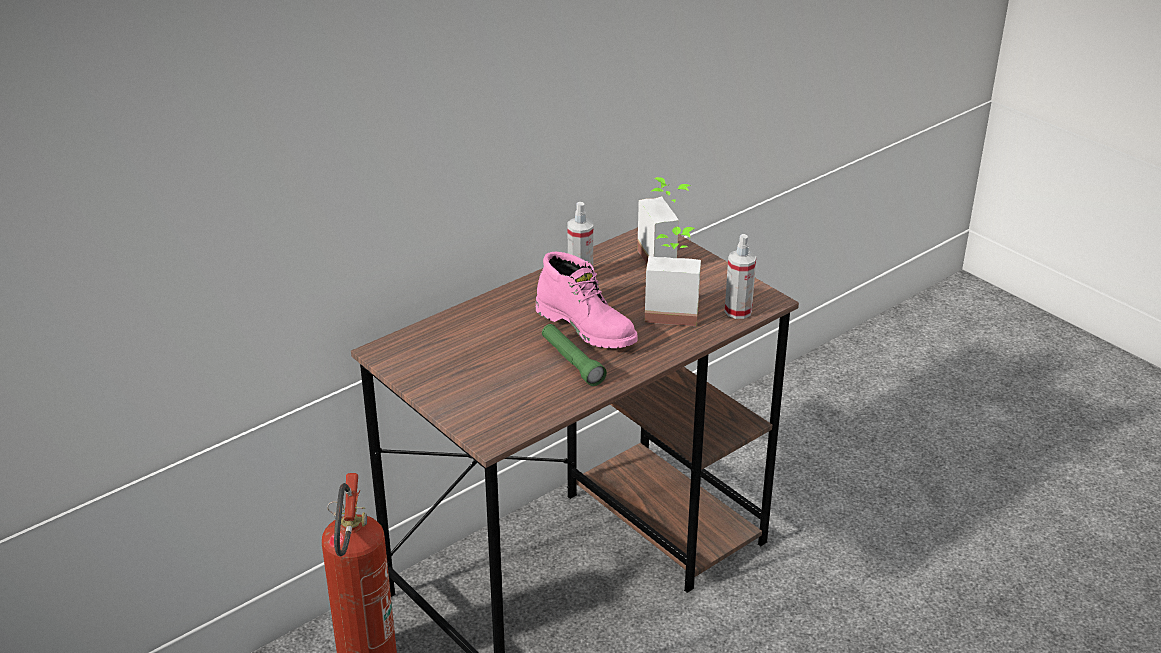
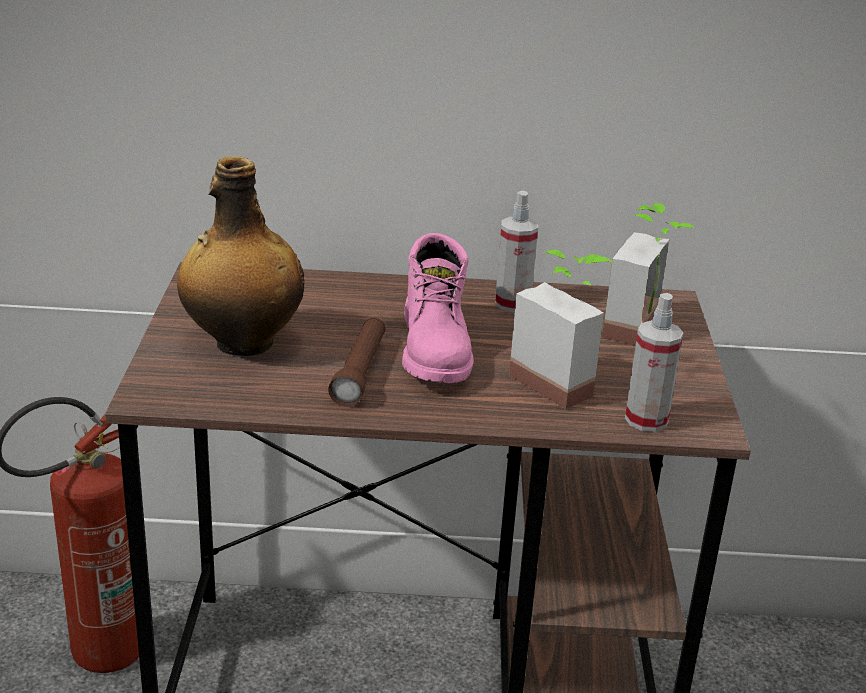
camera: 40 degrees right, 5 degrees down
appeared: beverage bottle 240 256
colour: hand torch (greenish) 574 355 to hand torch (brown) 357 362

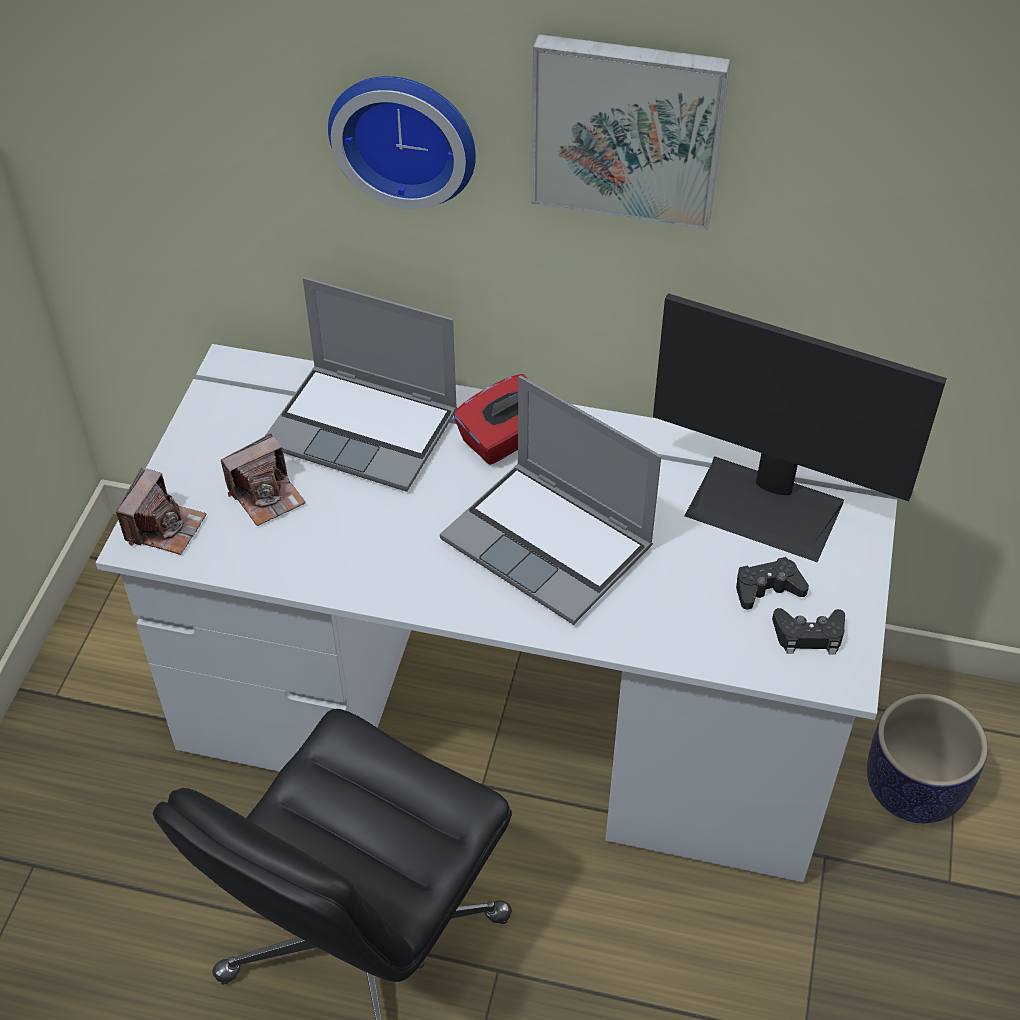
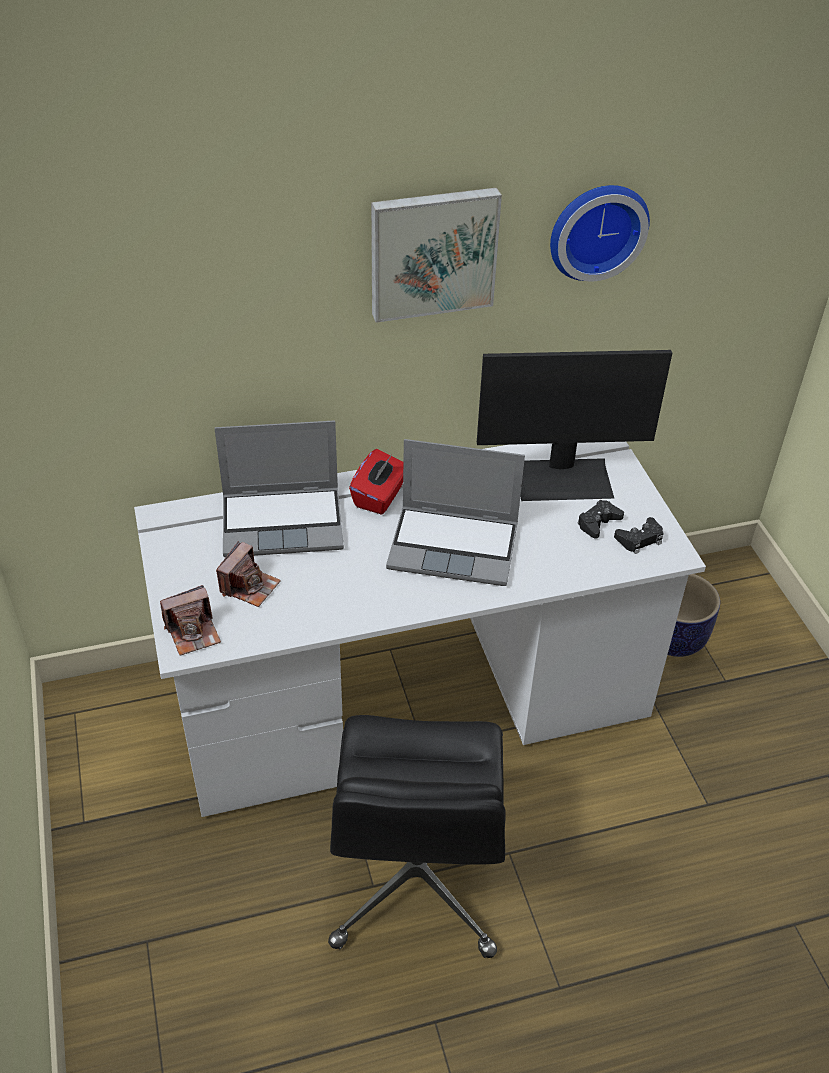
camera: 30 degrees left, 5 degrees down
relocated: clock on the wall 402 142 to 600 233
spun: still camera 161 511 = 190 620 75 degrees clockwise

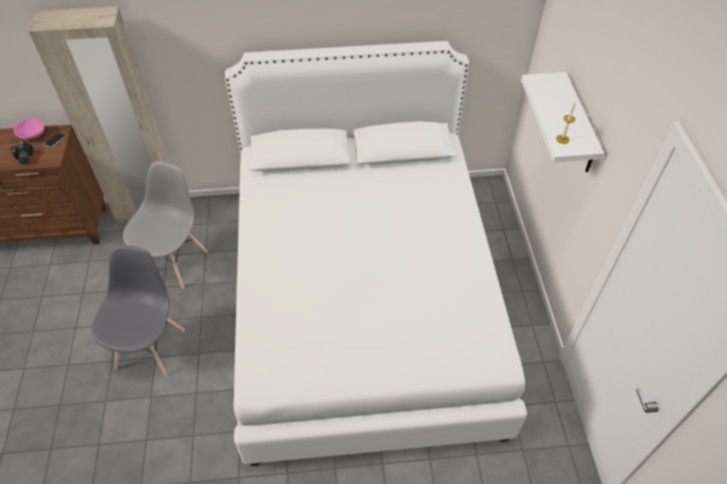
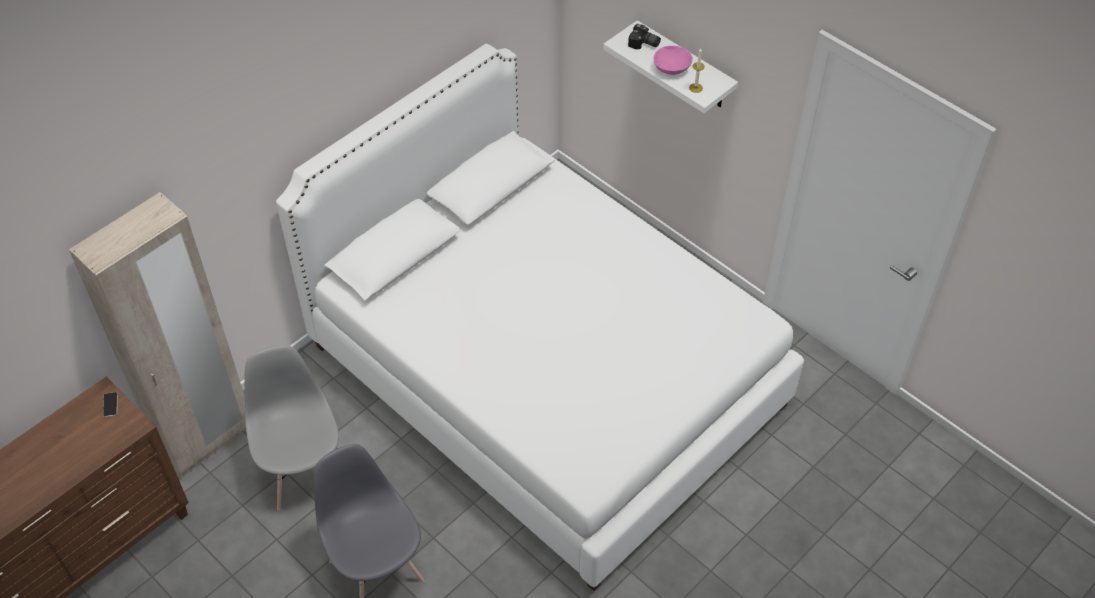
camera: 40 degrees left, 0 degrees up
relocated: deep dish (pinkish) 29 129 to 673 60; still camera 22 153 to 644 36

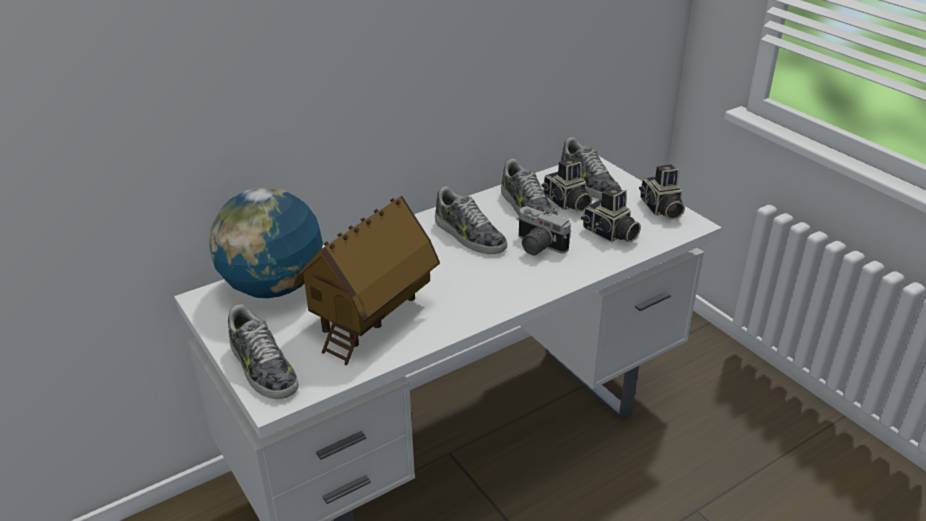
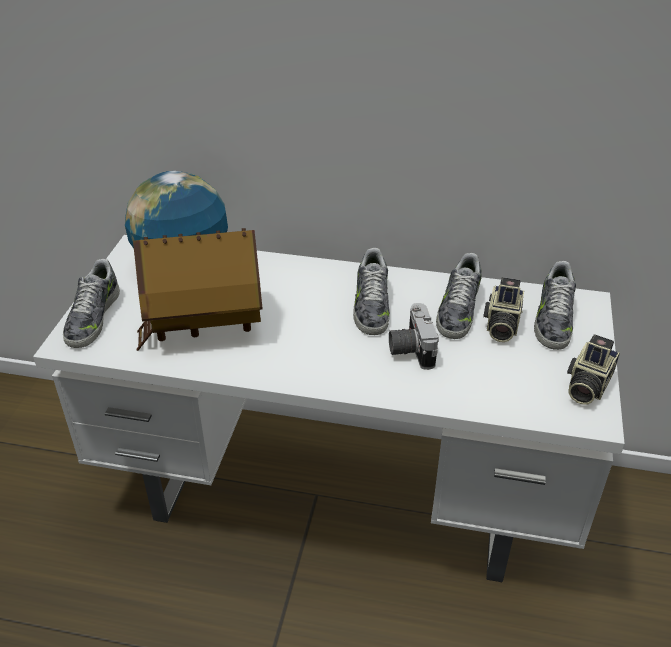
camera: 45 degrees right, 5 degrees up
missing: still camera 611 214

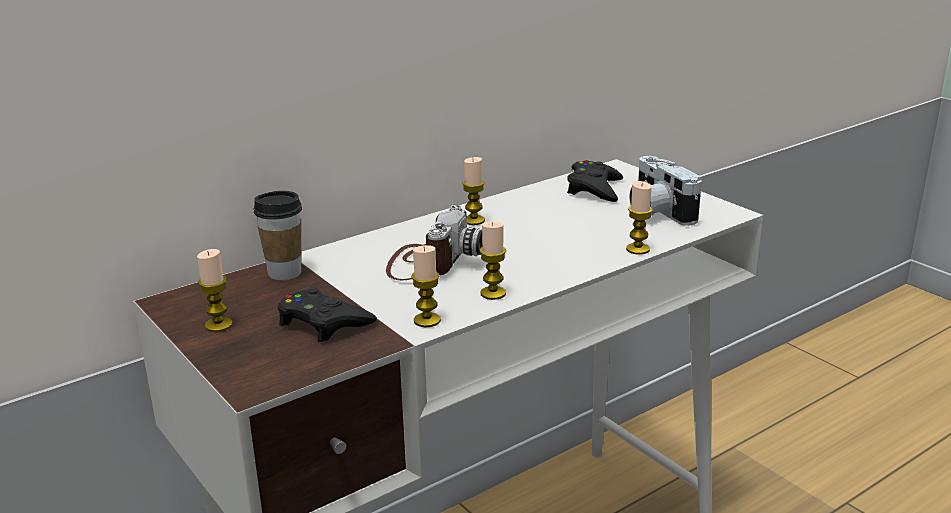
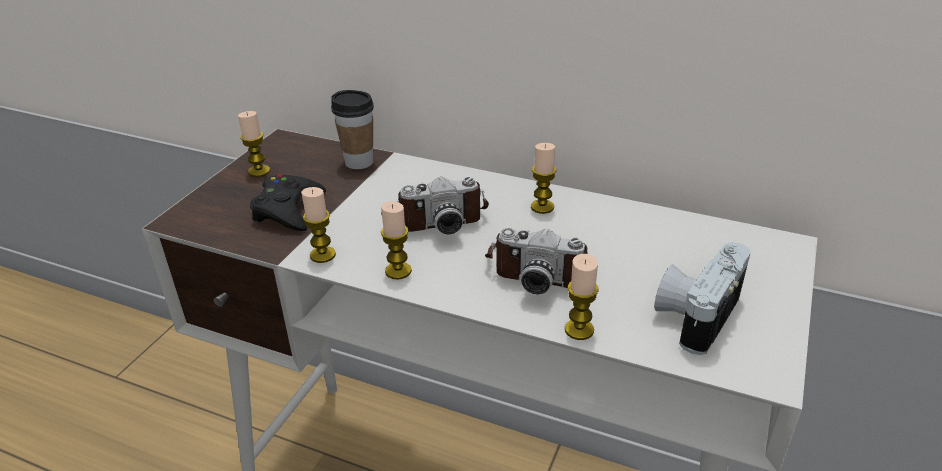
camera: 60 degrees right, 10 degrees up
missing: joypad (black) 595 181
appeared: still camera 536 261

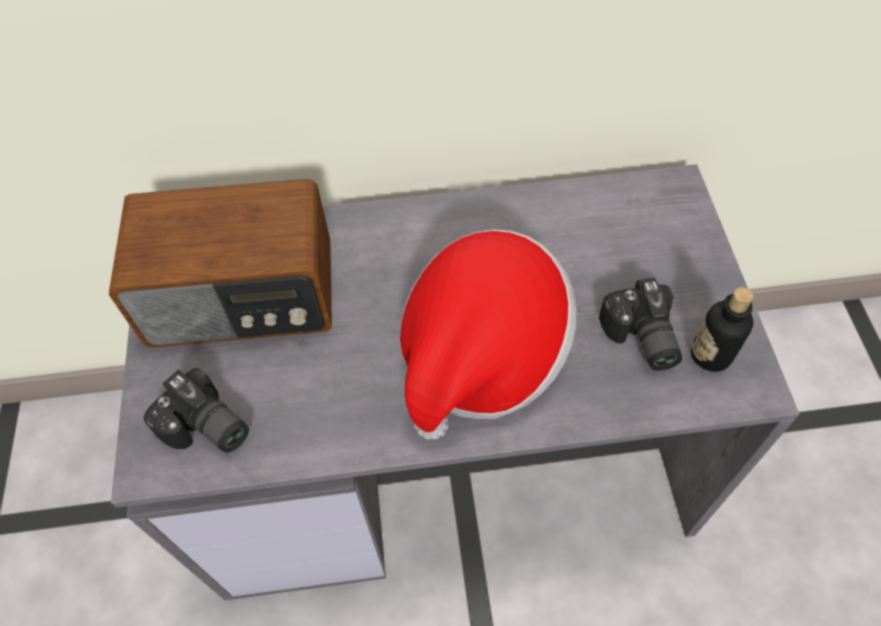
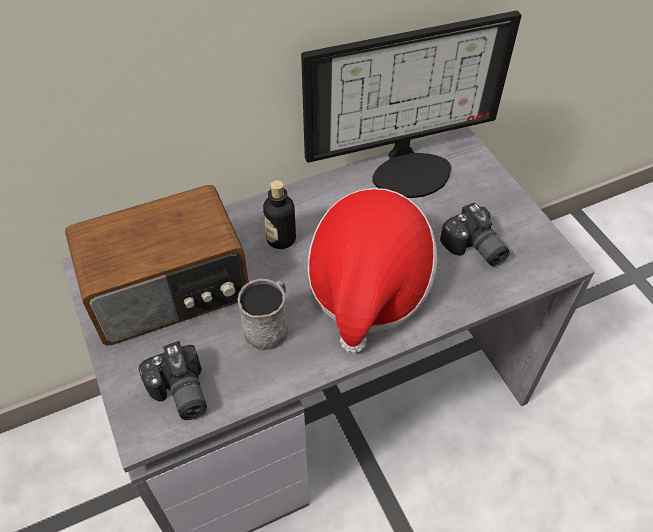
camera: 20 degrees left, 5 degrees down
appeared: computer screen 411 104; tea mug (gray) 262 314
relocated: beverage bottle 722 329 to 279 214
spun: still camera 196 410 = 173 380 45 degrees clockwise

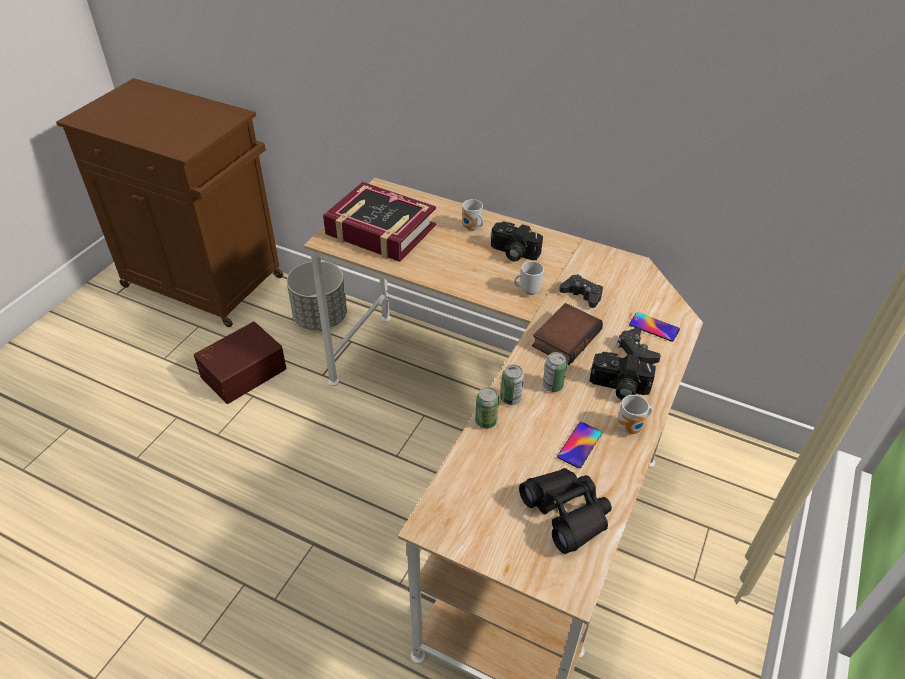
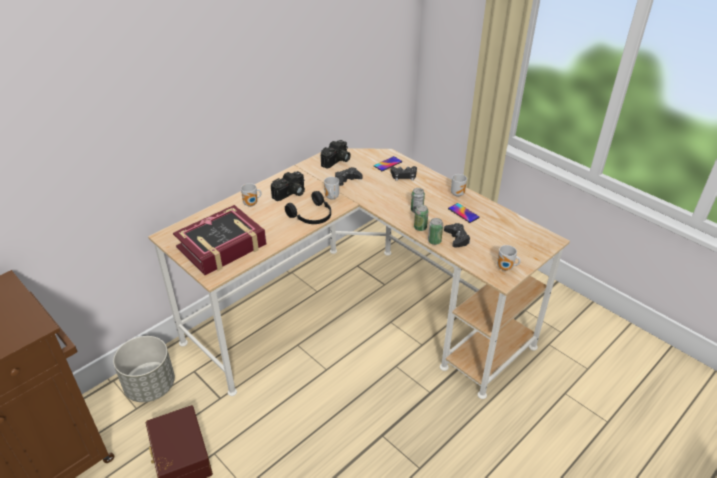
camera: 70 degrees left, 5 degrees down
missing: bound book 567 334; field glasses (black) 565 511
appeared: headphones (black) 308 207; joypad (black) 457 235; tea mug 509 258
relocated: still camera 622 376 to 336 154

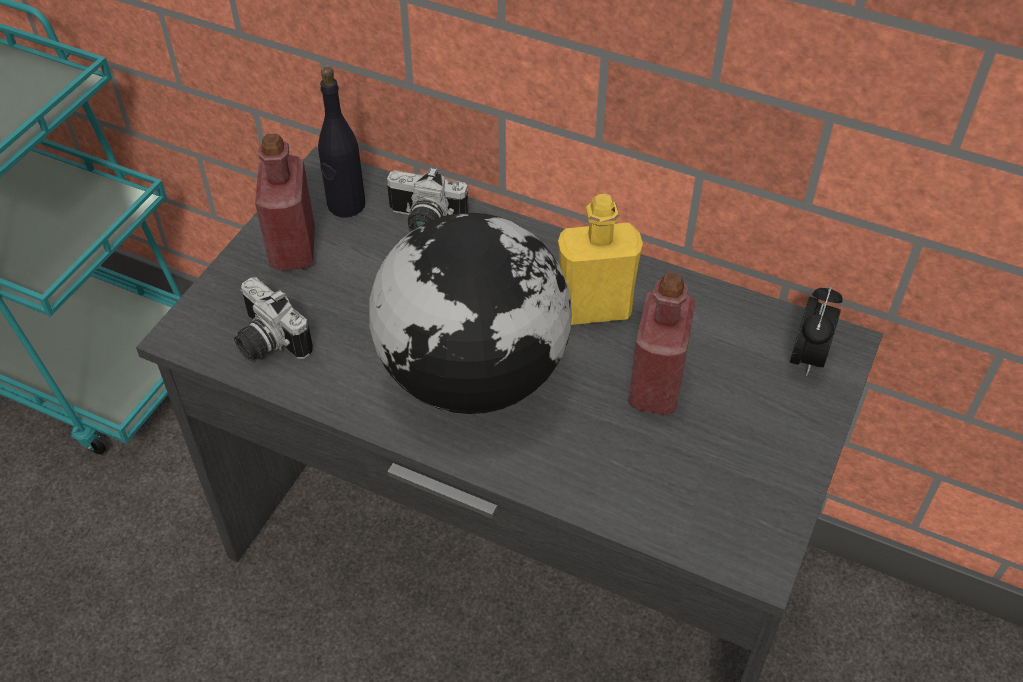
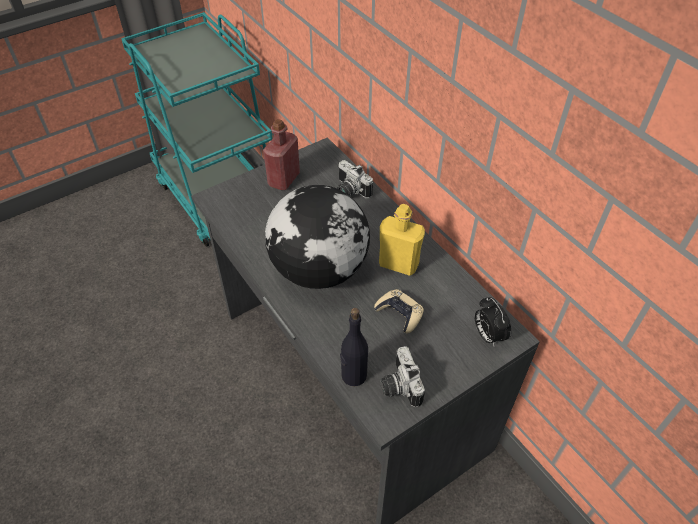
camera: 30 degrees right, 0 degrees up
relocated: beverage bottle (black) 341 142 to 354 347; still camera 273 319 to 402 376
exchanged: beverage bottle (red-coloured) 662 343 to joypad (beige) 399 311
spun: alarm clock 816 331 = 493 321 105 degrees clockwise

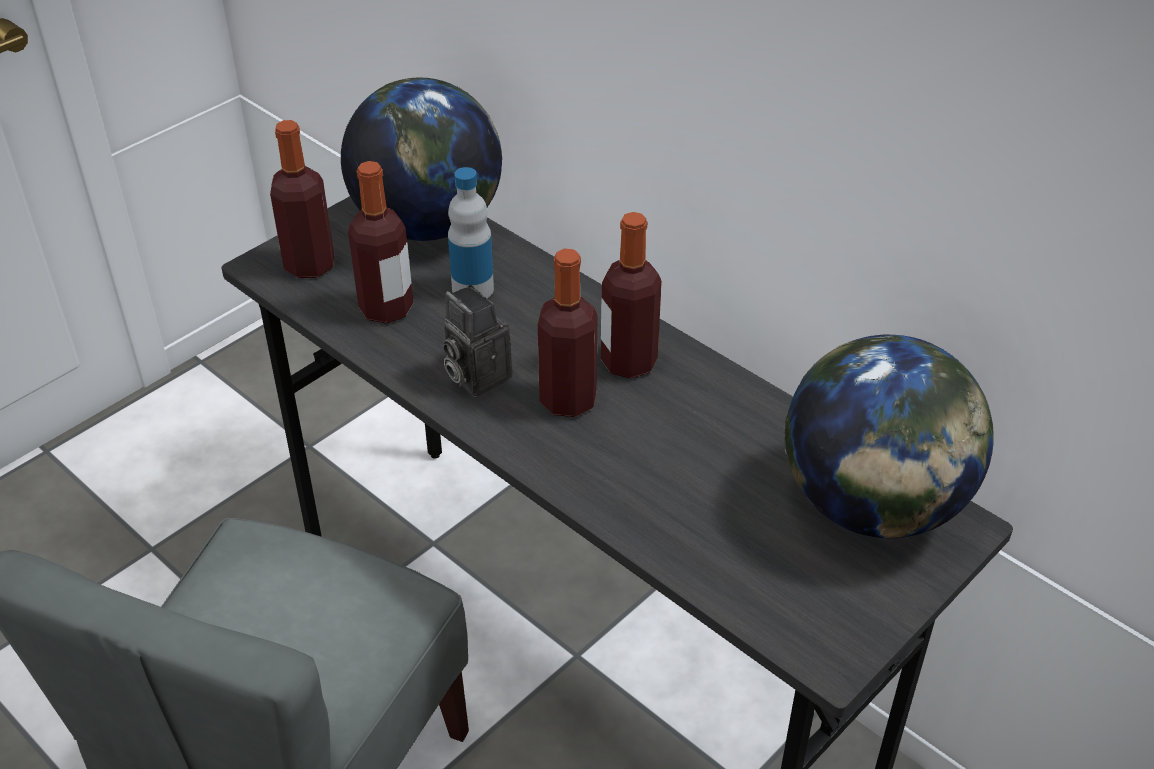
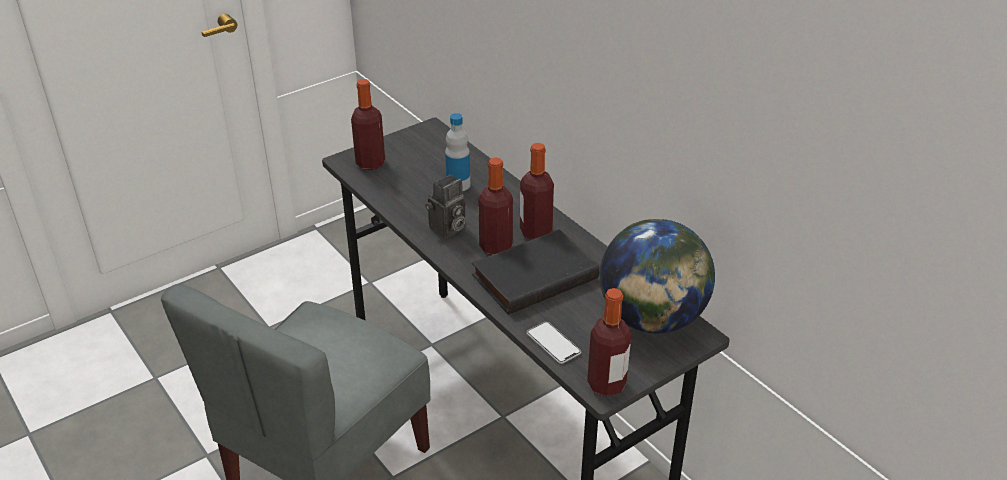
camera: 10 degrees right, 5 degrees down
missing: desk globe 421 159
appeared: bound book (black) 535 272; phone 554 343
relocated: beverage bottle 380 242 to 609 342
spun: still camera 478 341 = 445 206 105 degrees counterclockwise

